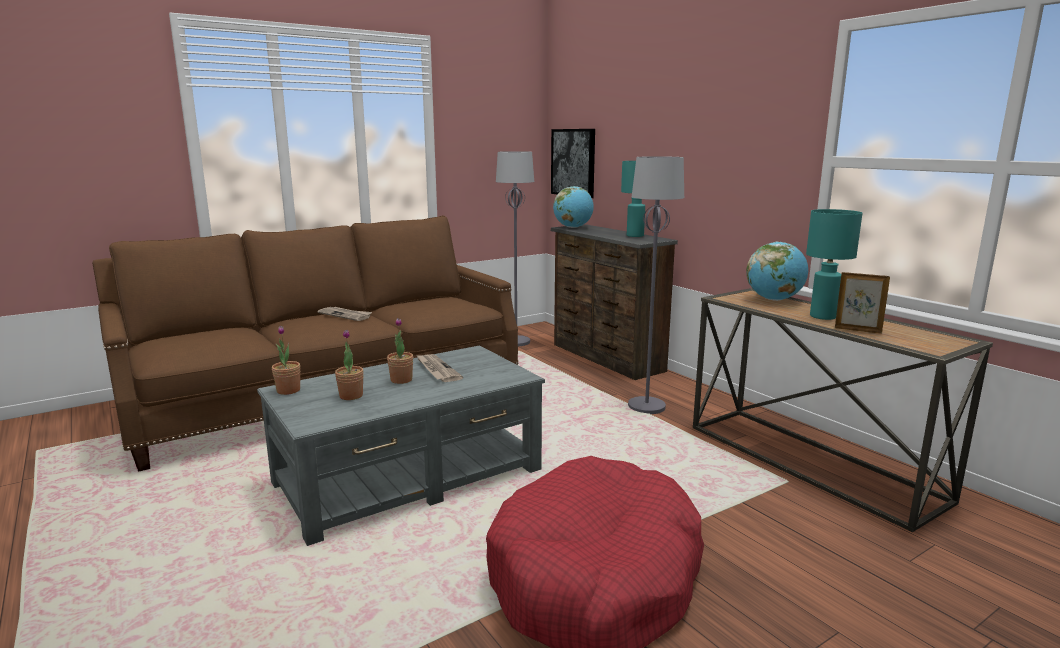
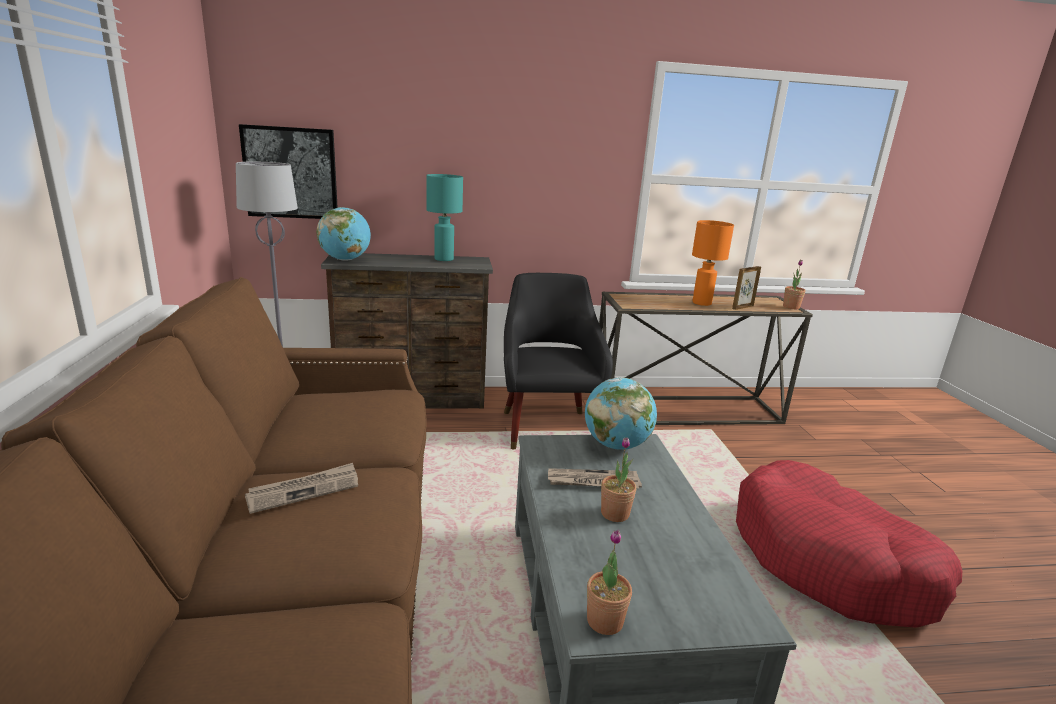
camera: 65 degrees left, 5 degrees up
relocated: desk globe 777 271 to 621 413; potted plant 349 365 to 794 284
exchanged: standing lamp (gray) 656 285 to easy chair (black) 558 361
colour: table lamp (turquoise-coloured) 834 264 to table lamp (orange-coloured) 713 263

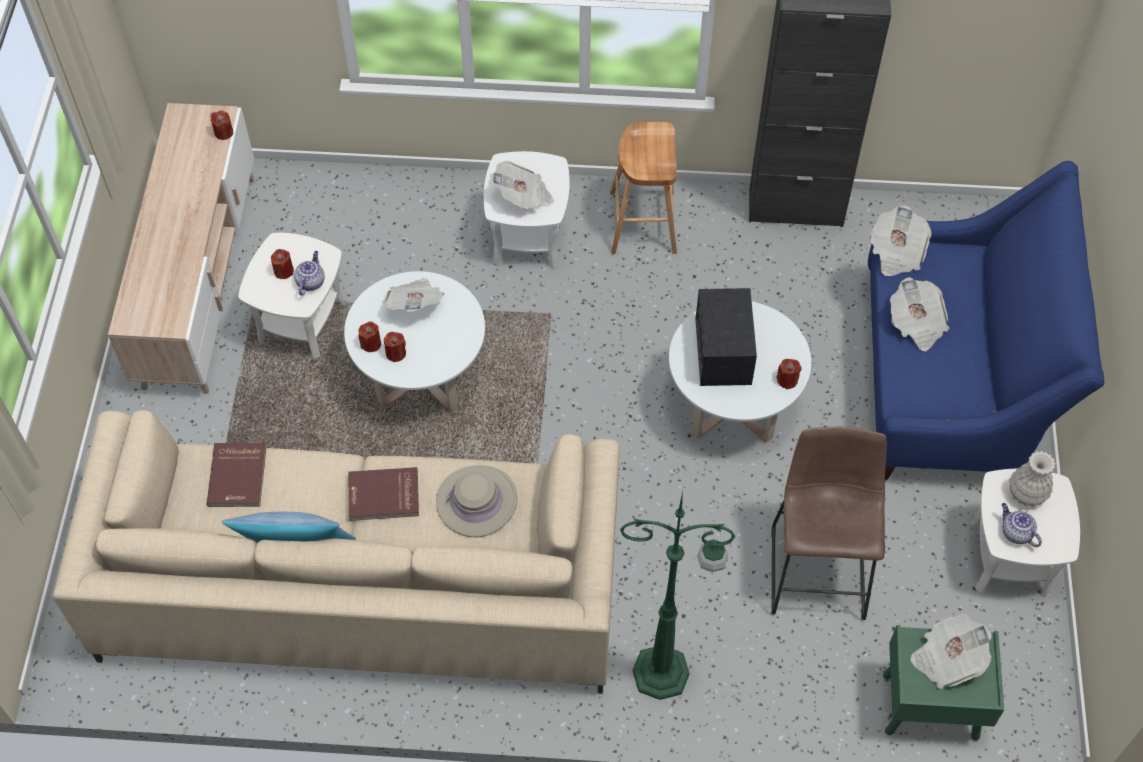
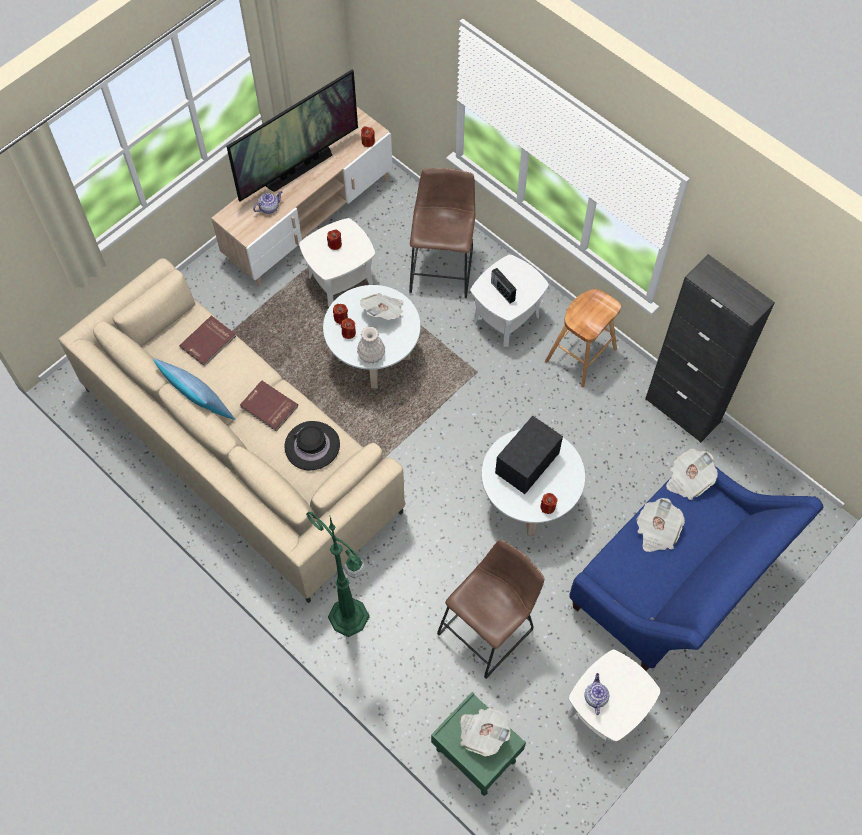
camera: 40 degrees right, 5 degrees up
appeared: TV 292 135; stool (brown) 442 233
relocated: tea pot 309 273 to 267 202; flower vase (whitish) 1032 479 to 371 345
exchanged: newspaper 522 185 to radio set 503 286
colour: hat (beige) 477 501 to hat (black) 312 445

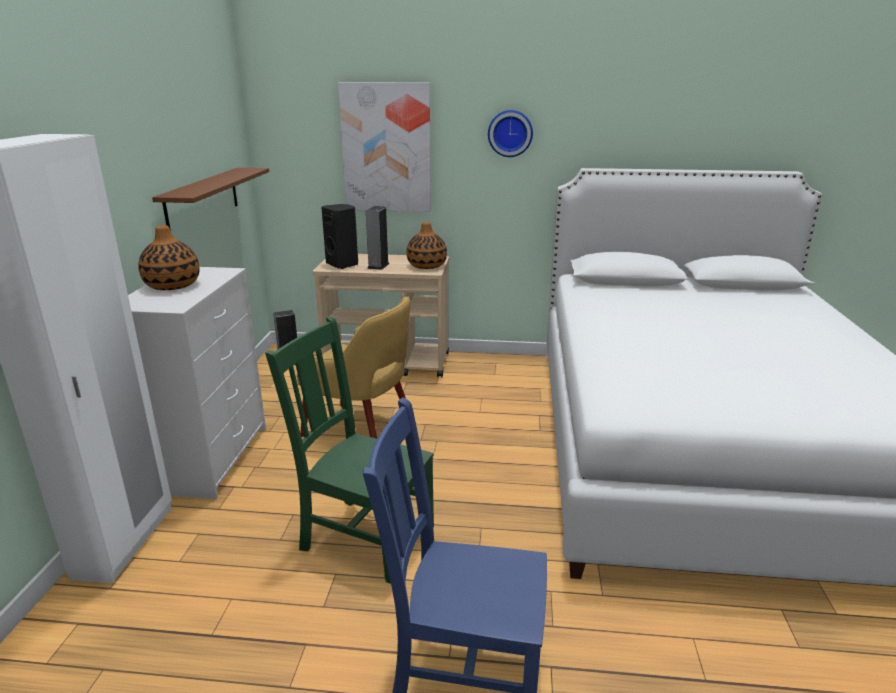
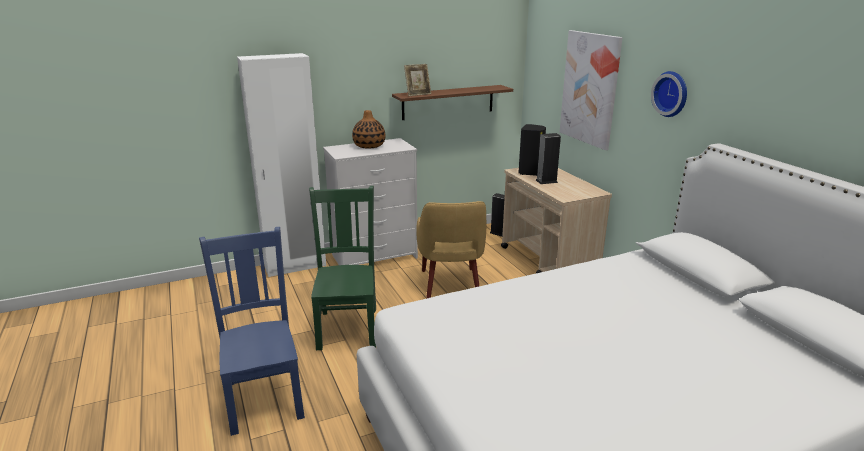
camera: 60 degrees right, 0 degrees up
missing: flower vase 426 245
appeared: photo frame 417 80

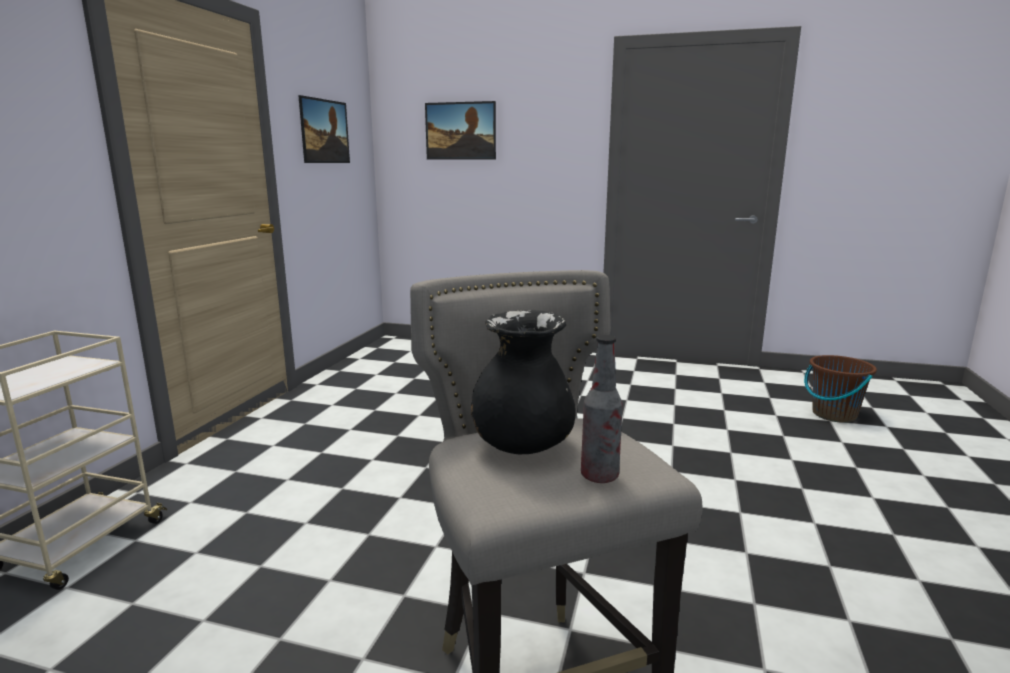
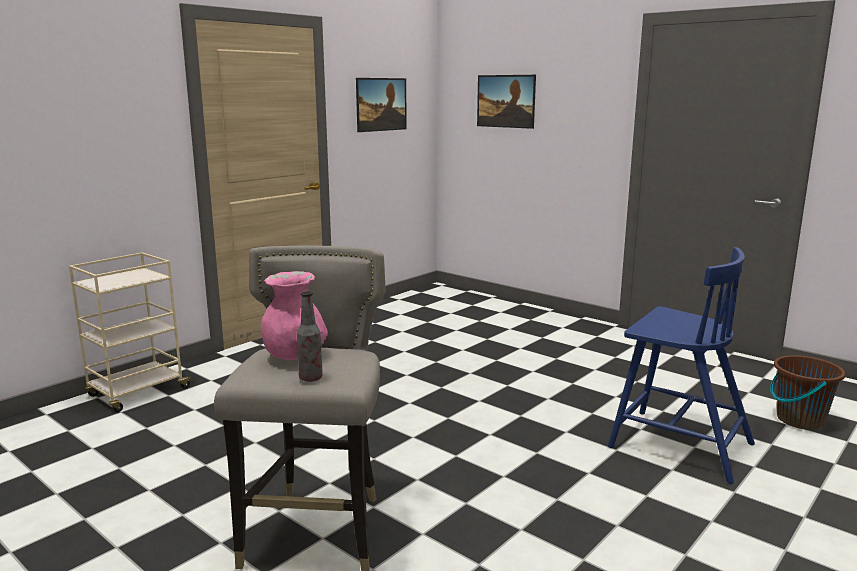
camera: 25 degrees right, 0 degrees up
appeared: upright chair (blue) 681 365
colour: flower vase (black) 523 382 to flower vase (pinkish) 294 315

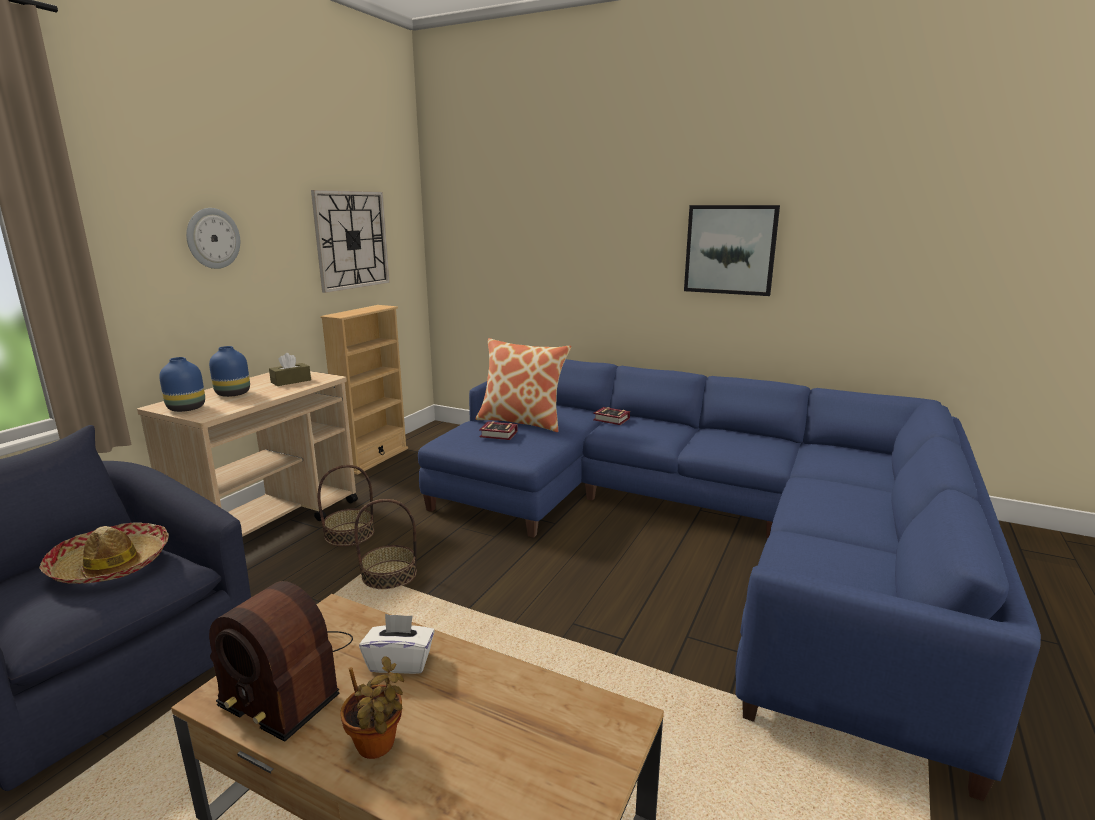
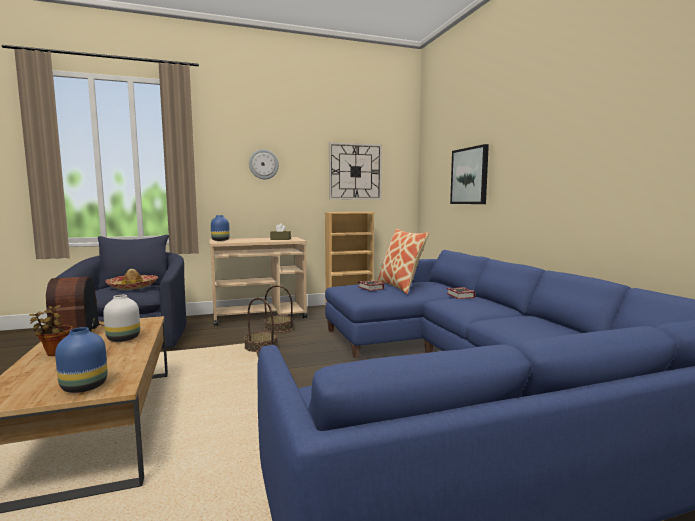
camera: 45 degrees right, 10 degrees down
relocated: wall art 732 250 to 469 174; flower vase (blue) 229 371 to 81 360
exchanged: tissue holder (whitish) 397 644 to flower vase (whitish) 121 318

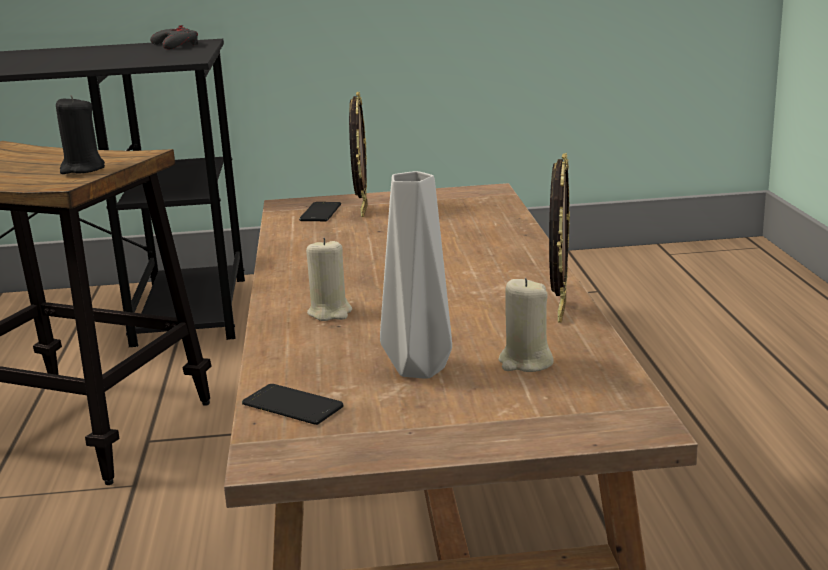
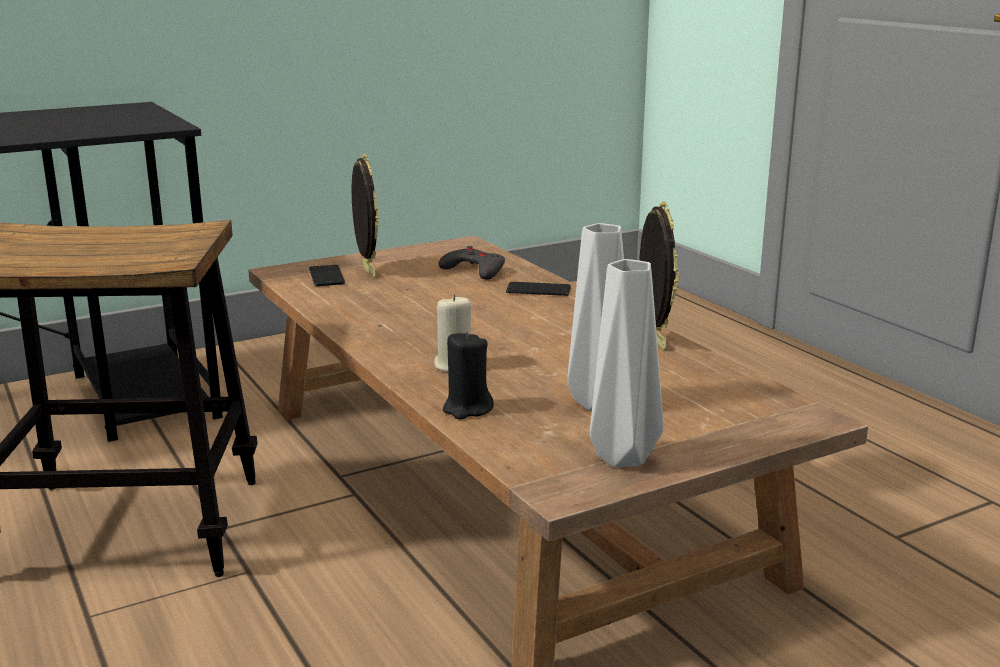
camera: 25 degrees left, 0 degrees up
missing: wax light (beige) 526 325
appeared: flower vase (gray) 627 363
relocated: joypad (gray) 174 37 to 471 263; wax light (black) 80 134 to 468 375; phone 292 404 to 538 289

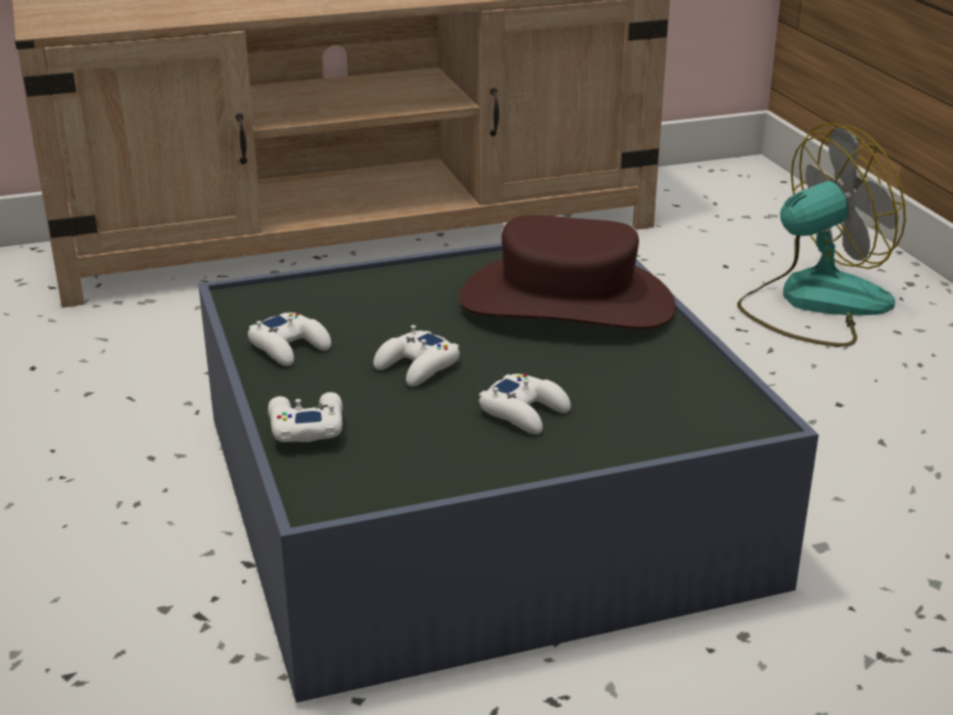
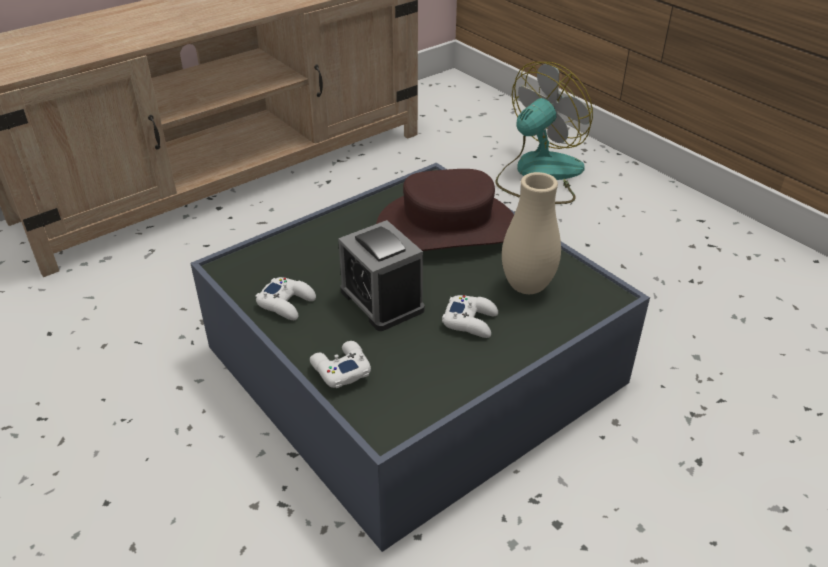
camera: 20 degrees left, 10 degrees up
appeared: flower vase (beige) 531 233
exchanged: joypad (whitish) 416 356 to alarm clock 381 275

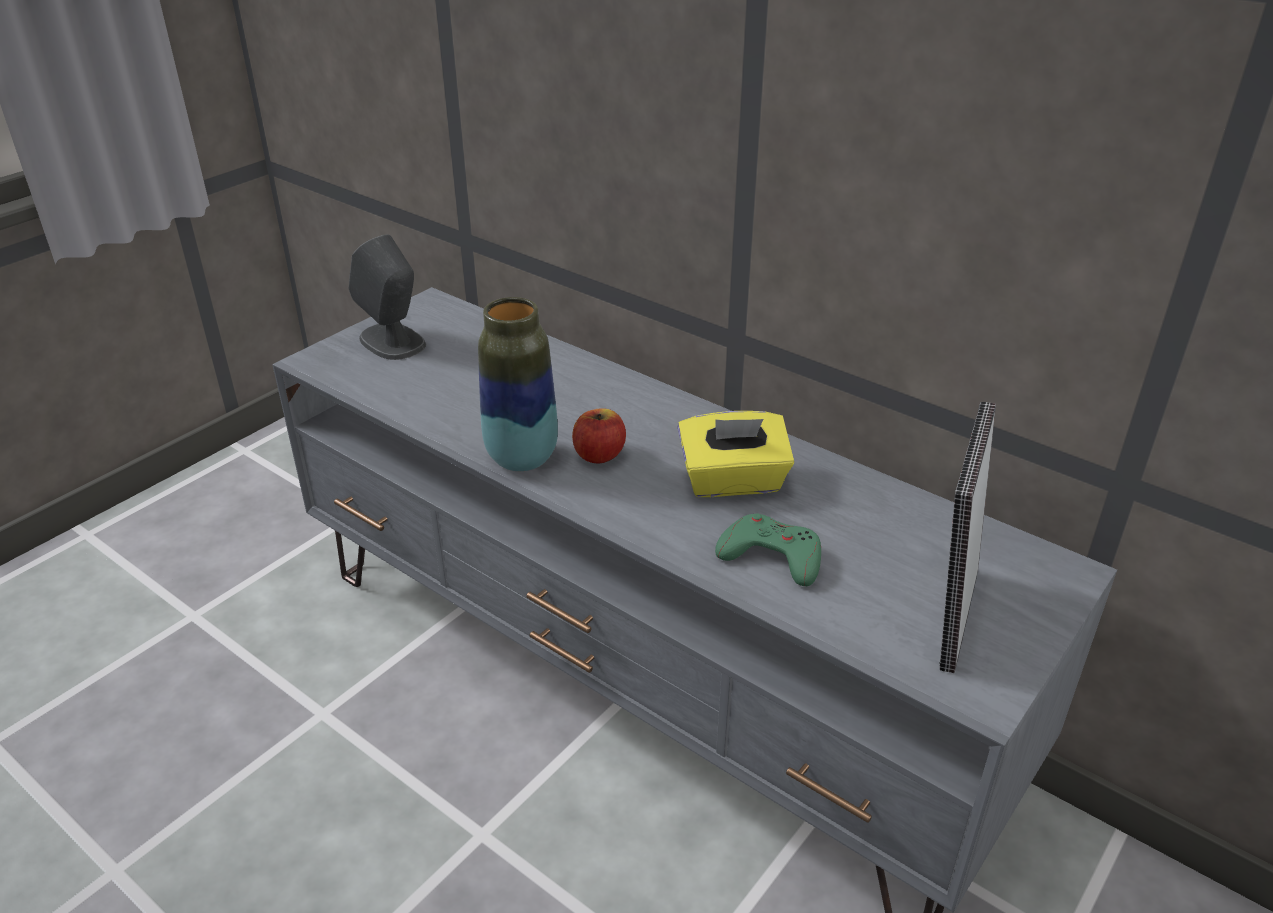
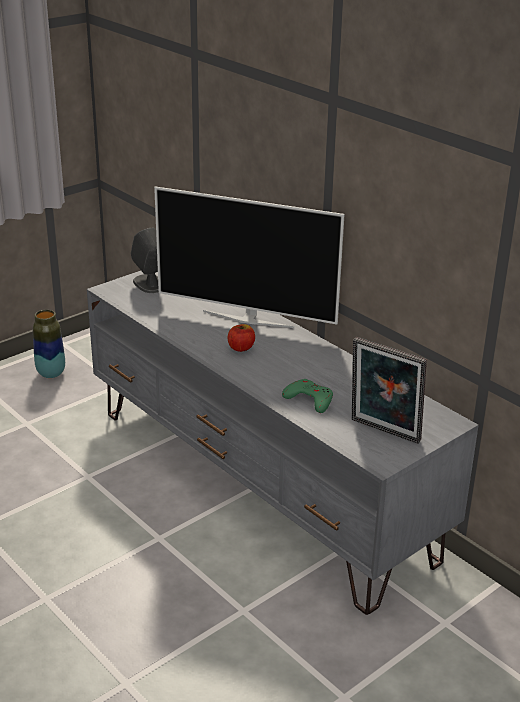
camera: 10 degrees right, 5 degrees down
missing: tissue holder (yellow) 735 454
appeared: TV 249 257
relocated: flower vase 518 384 to 49 344
spun: photo frame 967 537 = 389 390 90 degrees counterclockwise

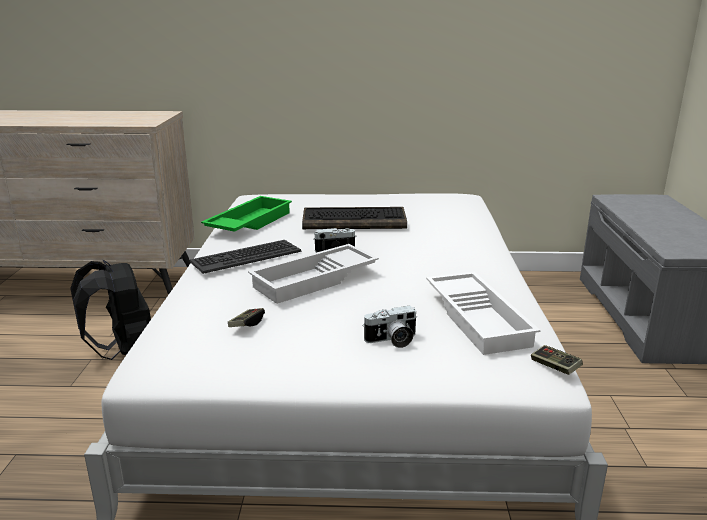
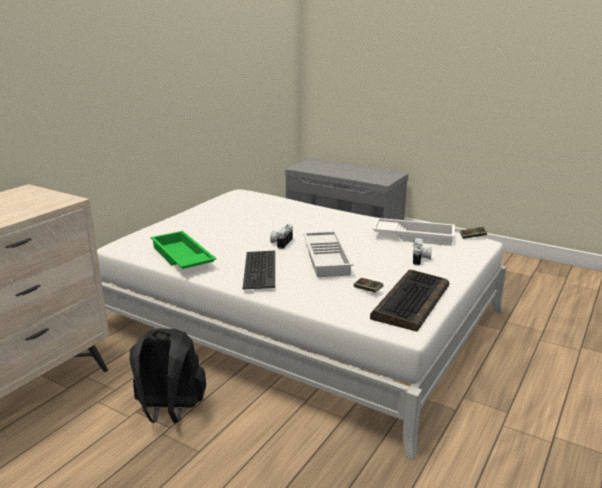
camera: 60 degrees left, 0 degrees up
relocated: keyboard 354 218 to 409 301

